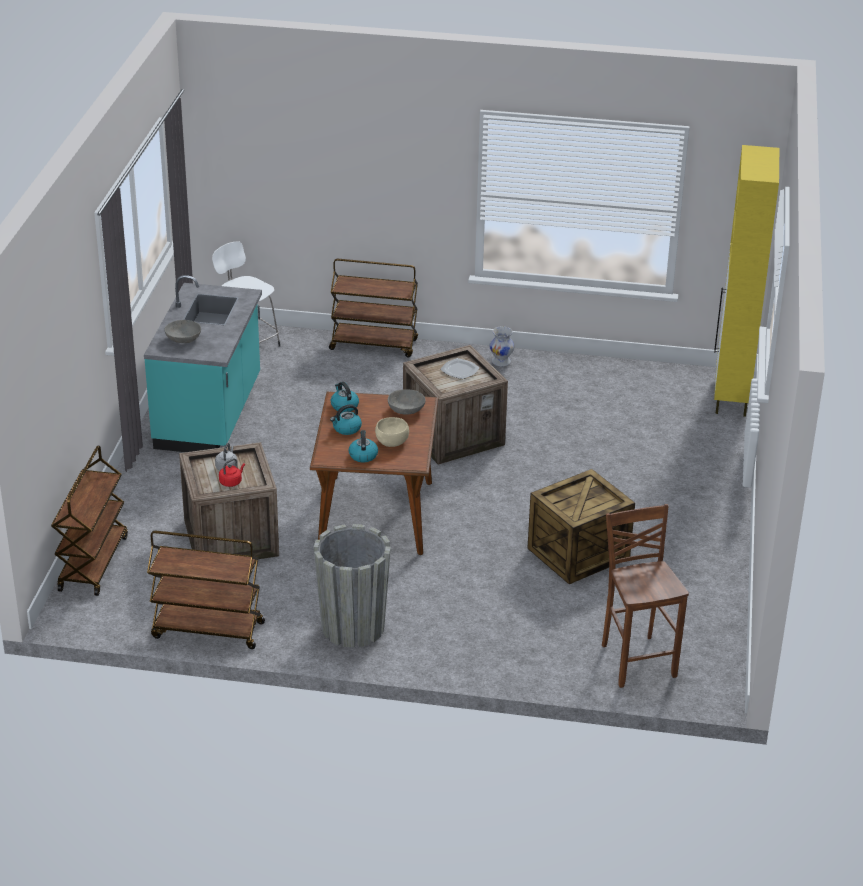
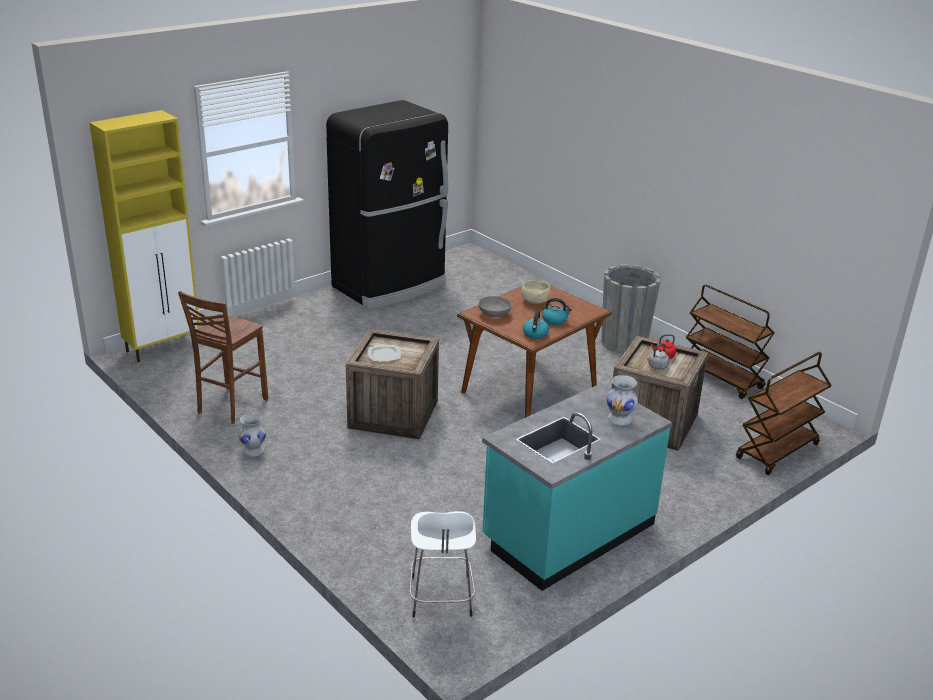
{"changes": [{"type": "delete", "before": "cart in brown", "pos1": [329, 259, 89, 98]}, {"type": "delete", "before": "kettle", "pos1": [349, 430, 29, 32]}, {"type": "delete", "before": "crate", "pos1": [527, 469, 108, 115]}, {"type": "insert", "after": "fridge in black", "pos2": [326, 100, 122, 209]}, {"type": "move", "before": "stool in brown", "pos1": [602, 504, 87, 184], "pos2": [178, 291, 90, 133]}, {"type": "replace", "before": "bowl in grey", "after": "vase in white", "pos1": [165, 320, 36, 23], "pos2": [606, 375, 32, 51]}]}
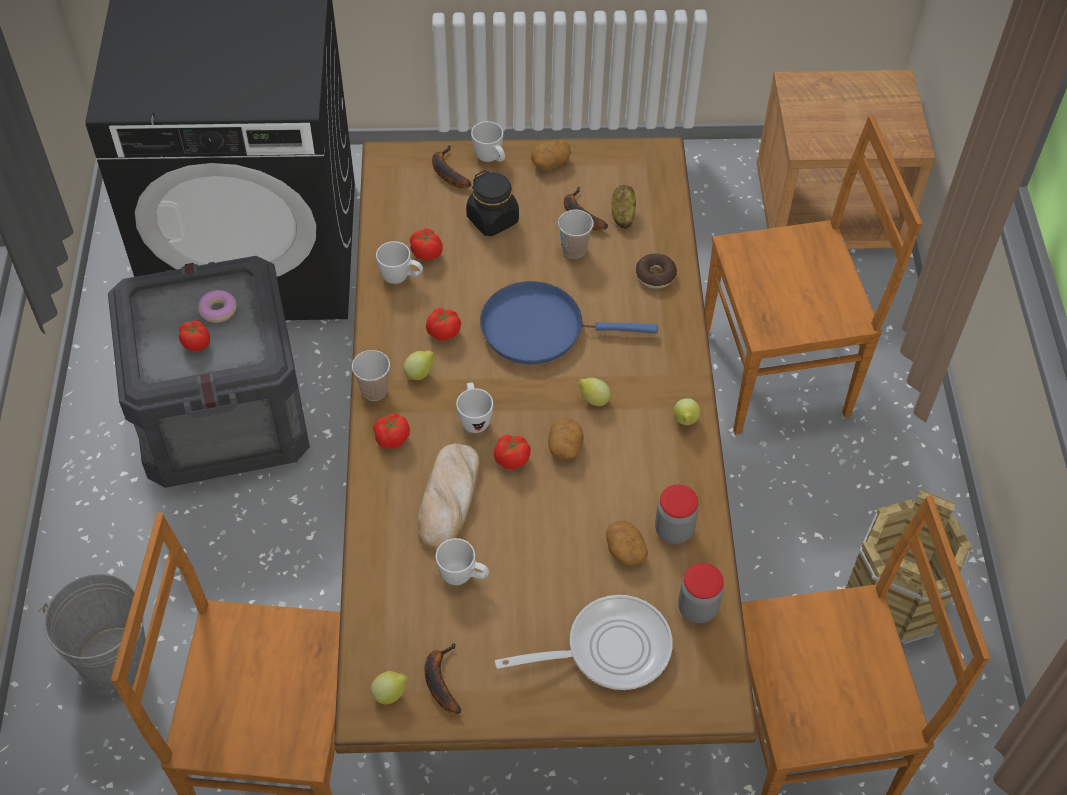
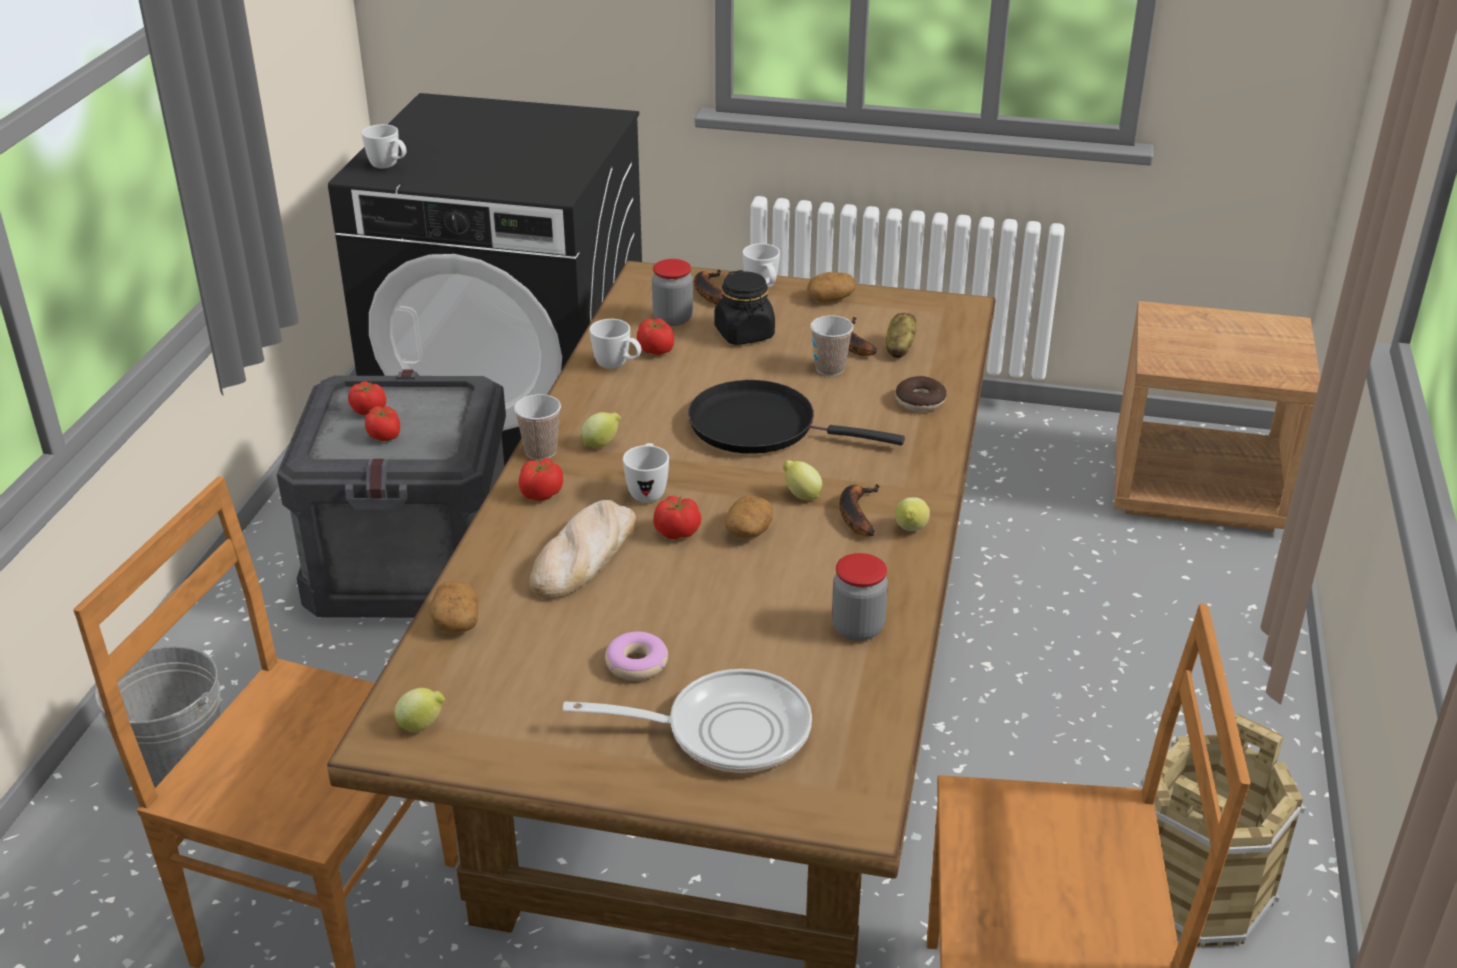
{"changes": [{"type": "delete", "before": "chair in brown", "pos1": [704, 114, 218, 320]}, {"type": "move", "before": "donut", "pos1": [198, 290, 39, 33], "pos2": [605, 632, 63, 49]}, {"type": "move", "before": "banana", "pos1": [424, 643, 38, 71], "pos2": [839, 484, 41, 52]}, {"type": "move", "before": "tomato", "pos1": [426, 308, 35, 33], "pos2": [348, 381, 38, 34]}, {"type": "move", "before": "mug in white", "pos1": [435, 538, 54, 47], "pos2": [361, 124, 45, 45]}, {"type": "move", "before": "potato", "pos1": [606, 521, 42, 45], "pos2": [429, 581, 49, 51]}, {"type": "move", "before": "jar", "pos1": [678, 563, 46, 61], "pos2": [652, 259, 41, 67]}, {"type": "recolor", "before": "frying pan in blue", "after": "frying pan in black", "pos1": [480, 281, 178, 83], "pos2": [688, 380, 217, 74]}]}
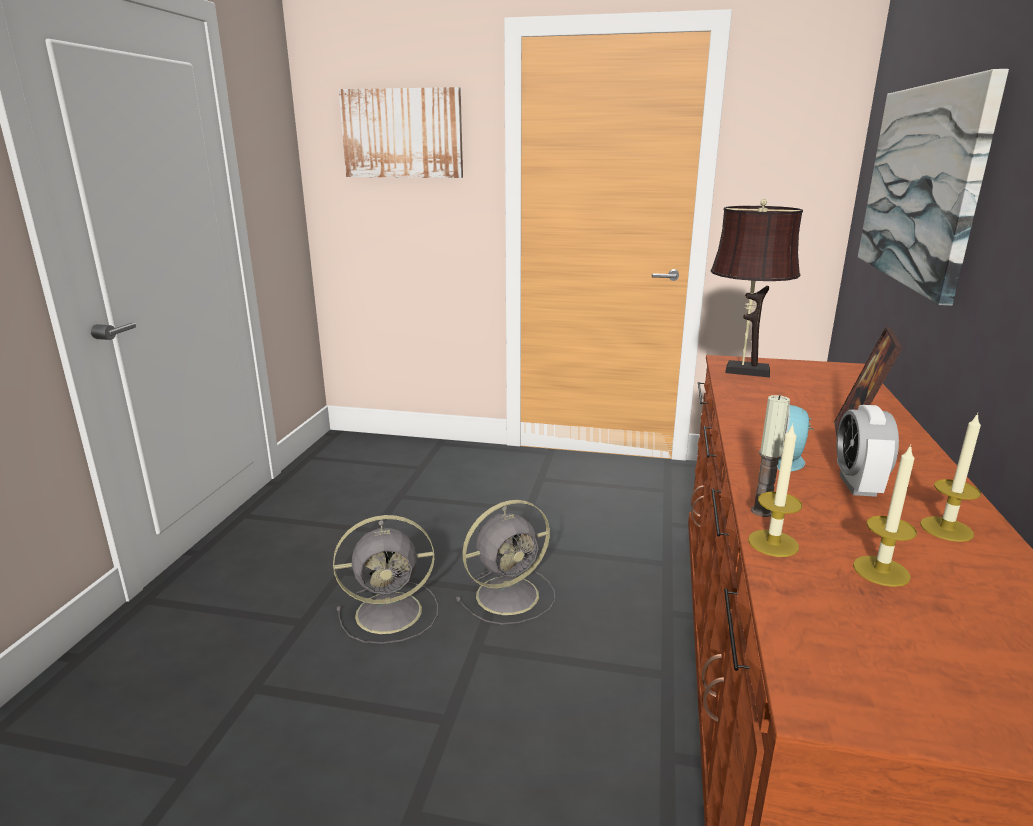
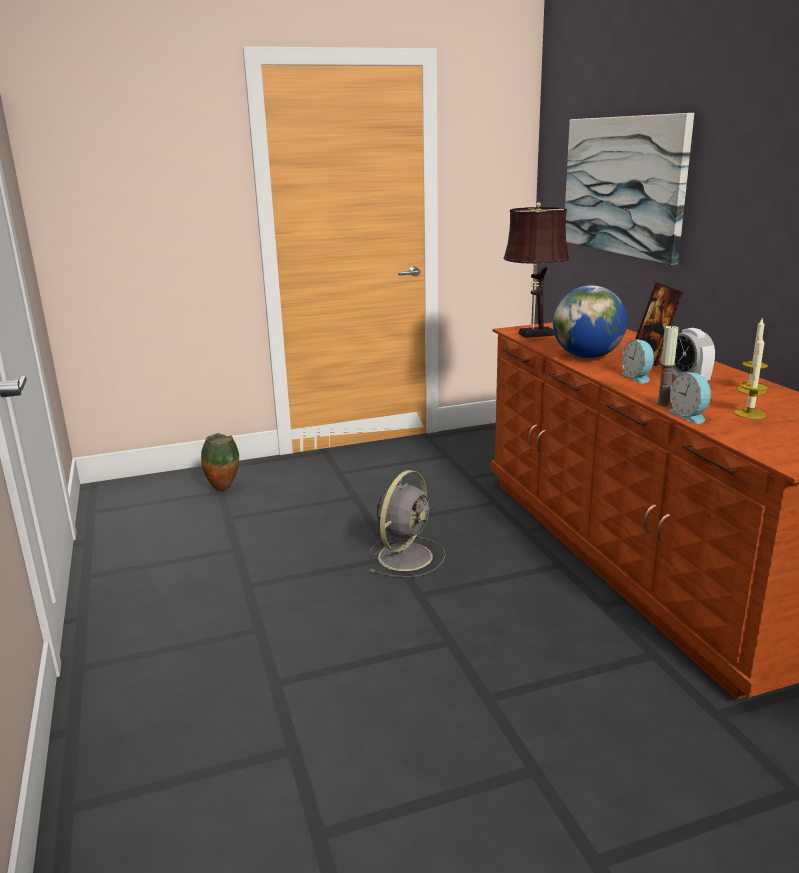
{"changes": [{"type": "delete", "before": "fan in grey", "pos1": [333, 515, 105, 129]}, {"type": "delete", "before": "picture", "pos1": [339, 87, 124, 91]}, {"type": "insert", "after": "vase", "pos2": [201, 433, 38, 58]}, {"type": "insert", "after": "globe", "pos2": [553, 285, 74, 74]}, {"type": "replace", "before": "candle", "after": "alarm clock", "pos1": [748, 424, 54, 133], "pos2": [668, 372, 43, 52]}]}
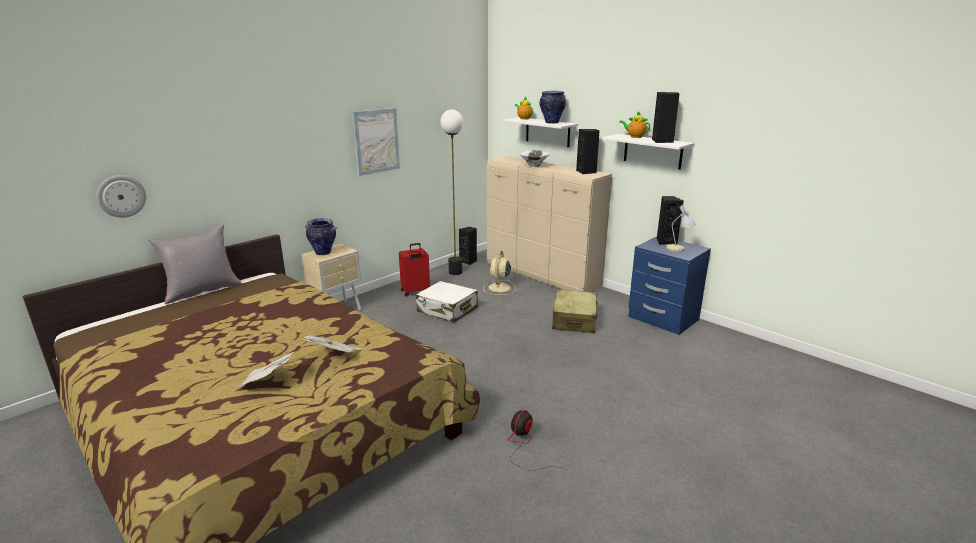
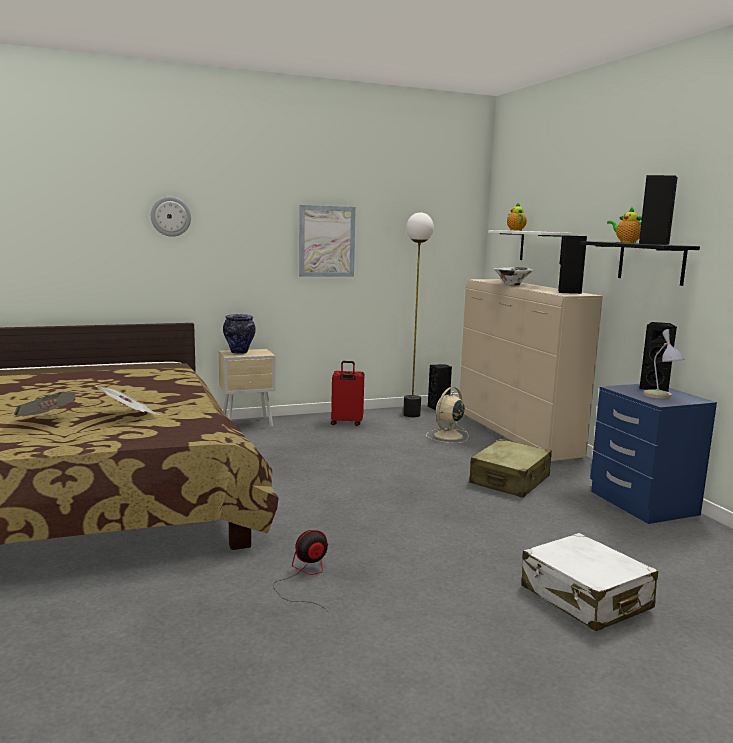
{"changes": [{"type": "delete", "before": "pillow in grey", "pos1": [148, 224, 94, 80]}, {"type": "delete", "before": "vase", "pos1": [540, 91, 26, 33]}, {"type": "move", "before": "wall clock", "pos1": [97, 175, 49, 43], "pos2": [151, 196, 40, 41]}, {"type": "move", "before": "suitcase in white", "pos1": [416, 281, 62, 41], "pos2": [521, 533, 137, 98]}, {"type": "recolor", "before": "shelf in white", "after": "shelf in black", "pos1": [602, 134, 92, 36], "pos2": [580, 241, 120, 45]}]}
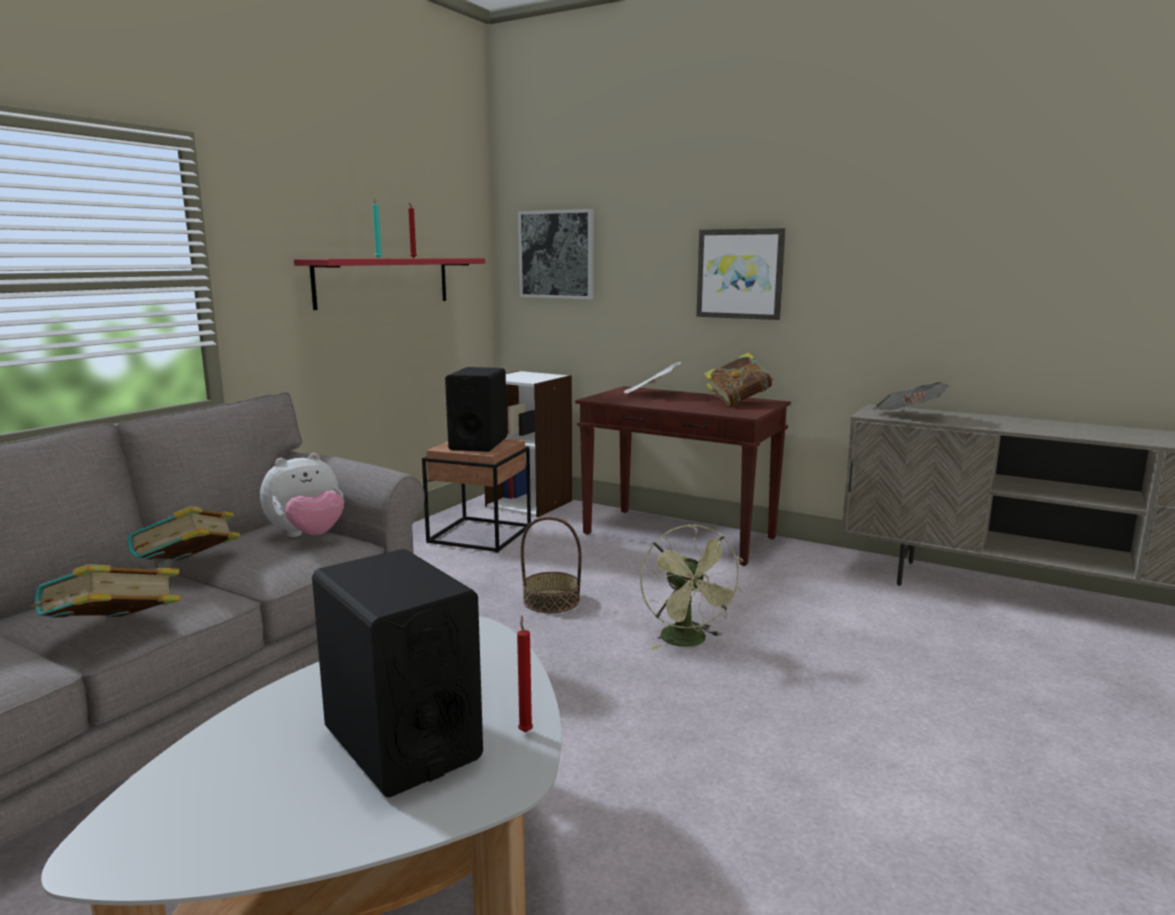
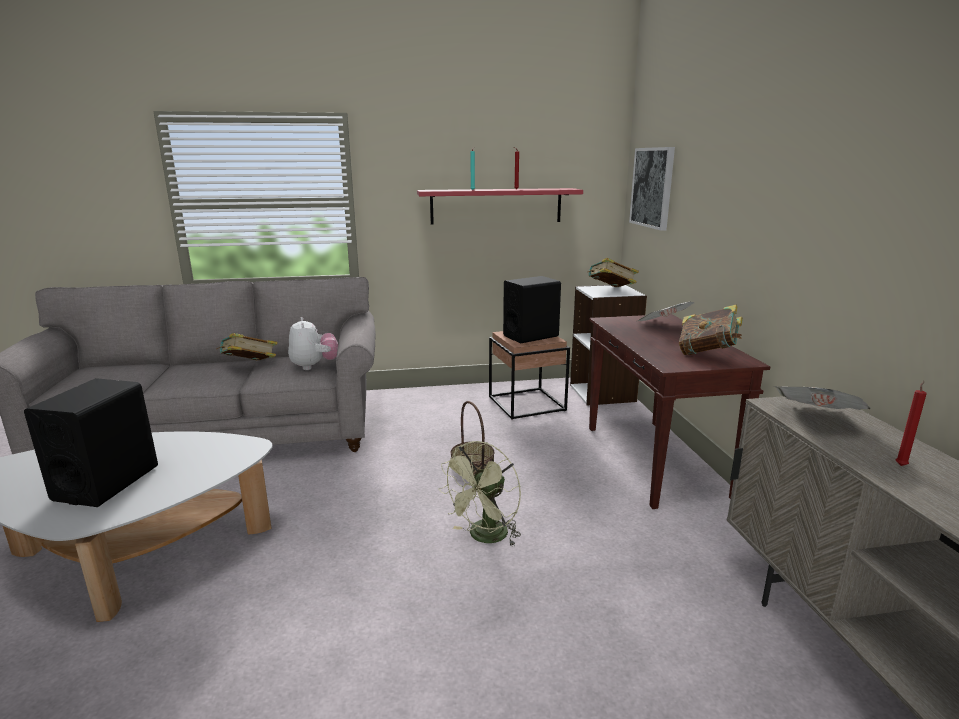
{"changes": [{"type": "delete", "before": "picture", "pos1": [696, 228, 89, 92]}, {"type": "move", "before": "book", "pos1": [31, 564, 150, 54], "pos2": [588, 258, 51, 29]}, {"type": "move", "before": "candle in red", "pos1": [517, 616, 16, 117], "pos2": [896, 380, 31, 86]}, {"type": "rotate", "before": "plush toy", "pos1": [260, 453, 84, 84], "pos2": [288, 317, 50, 53], "turn": -120}]}
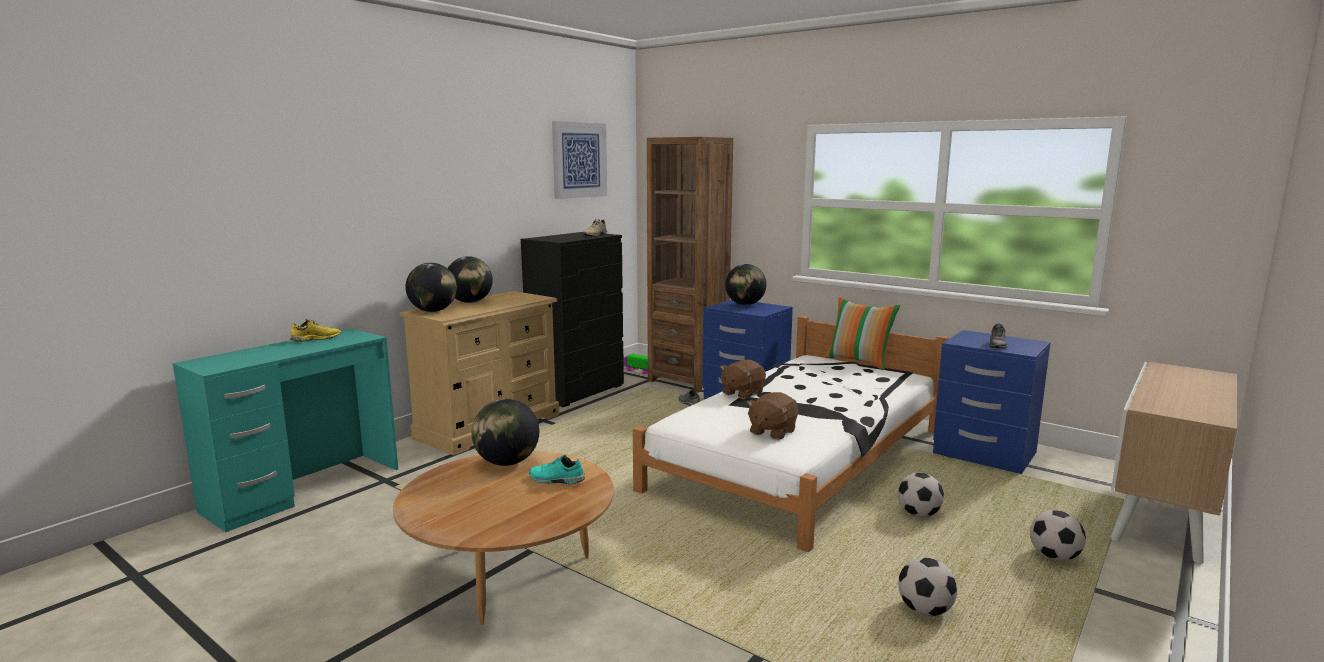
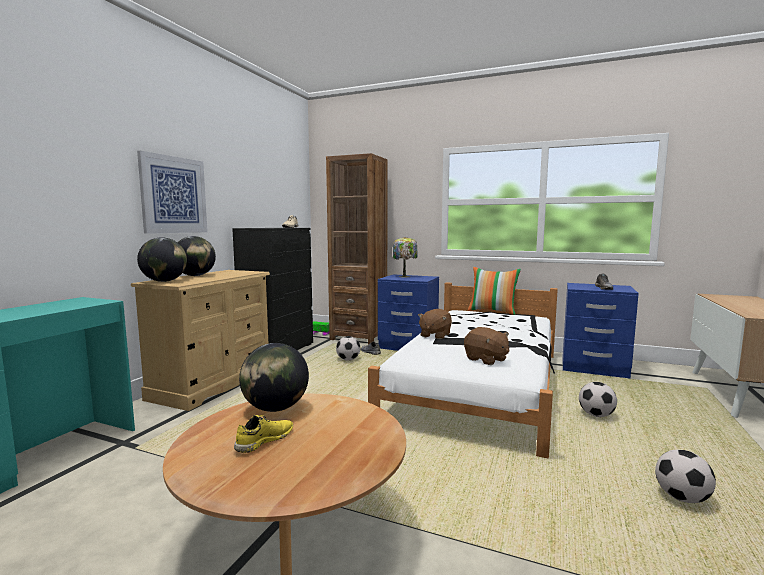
{"changes": [{"type": "delete", "before": "shoe in turquoise", "pos1": [529, 455, 56, 29]}, {"type": "move", "before": "shoe in yellow", "pos1": [290, 319, 51, 23], "pos2": [234, 415, 59, 38]}, {"type": "move", "before": "picture", "pos1": [552, 121, 55, 78], "pos2": [137, 151, 71, 83]}, {"type": "move", "before": "football", "pos1": [1030, 510, 56, 51], "pos2": [336, 336, 24, 25]}, {"type": "replace", "before": "globe", "after": "table lamp", "pos1": [725, 264, 42, 41], "pos2": [393, 237, 25, 40]}, {"type": "rotate", "before": "plush toy in brown", "pos1": [747, 392, 51, 48], "pos2": [464, 327, 45, 38], "turn": -60}]}
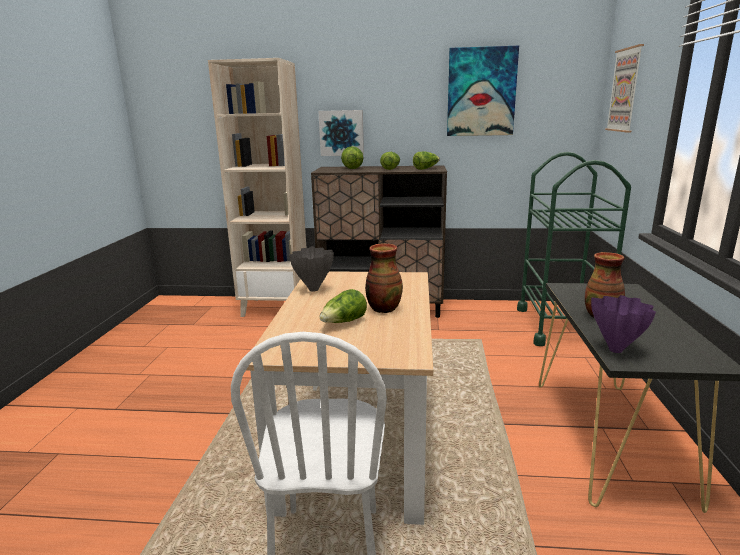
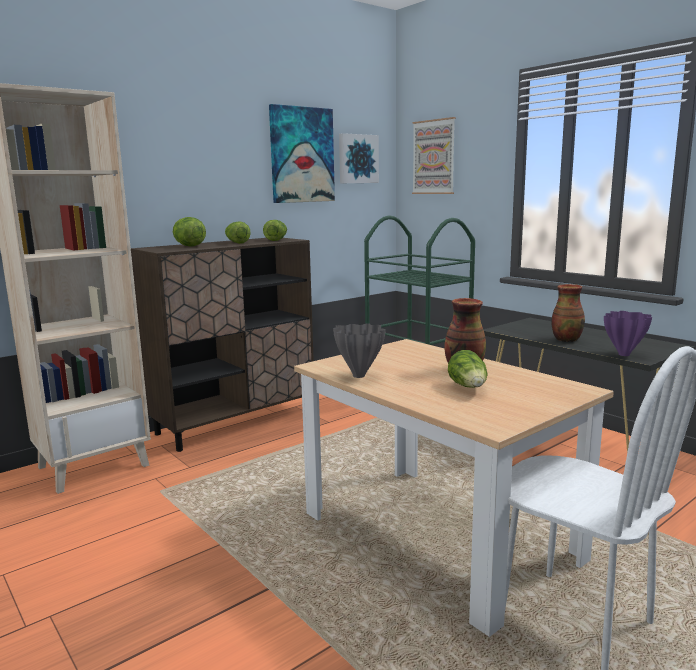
{"changes": [{"type": "move", "before": "picture", "pos1": [318, 110, 46, 46], "pos2": [339, 133, 40, 50]}]}
